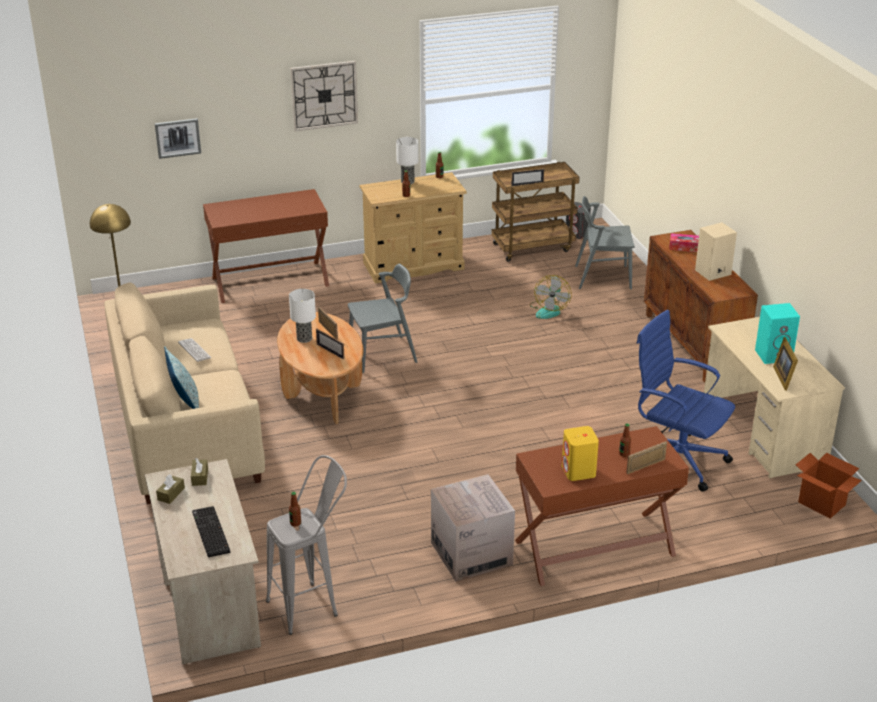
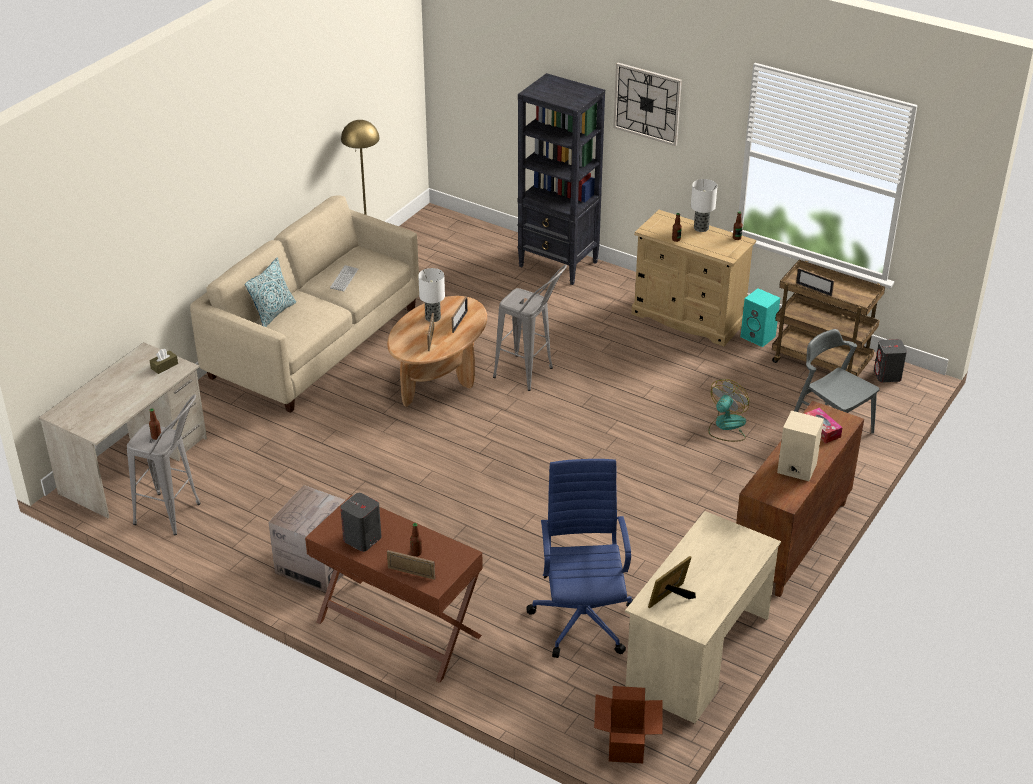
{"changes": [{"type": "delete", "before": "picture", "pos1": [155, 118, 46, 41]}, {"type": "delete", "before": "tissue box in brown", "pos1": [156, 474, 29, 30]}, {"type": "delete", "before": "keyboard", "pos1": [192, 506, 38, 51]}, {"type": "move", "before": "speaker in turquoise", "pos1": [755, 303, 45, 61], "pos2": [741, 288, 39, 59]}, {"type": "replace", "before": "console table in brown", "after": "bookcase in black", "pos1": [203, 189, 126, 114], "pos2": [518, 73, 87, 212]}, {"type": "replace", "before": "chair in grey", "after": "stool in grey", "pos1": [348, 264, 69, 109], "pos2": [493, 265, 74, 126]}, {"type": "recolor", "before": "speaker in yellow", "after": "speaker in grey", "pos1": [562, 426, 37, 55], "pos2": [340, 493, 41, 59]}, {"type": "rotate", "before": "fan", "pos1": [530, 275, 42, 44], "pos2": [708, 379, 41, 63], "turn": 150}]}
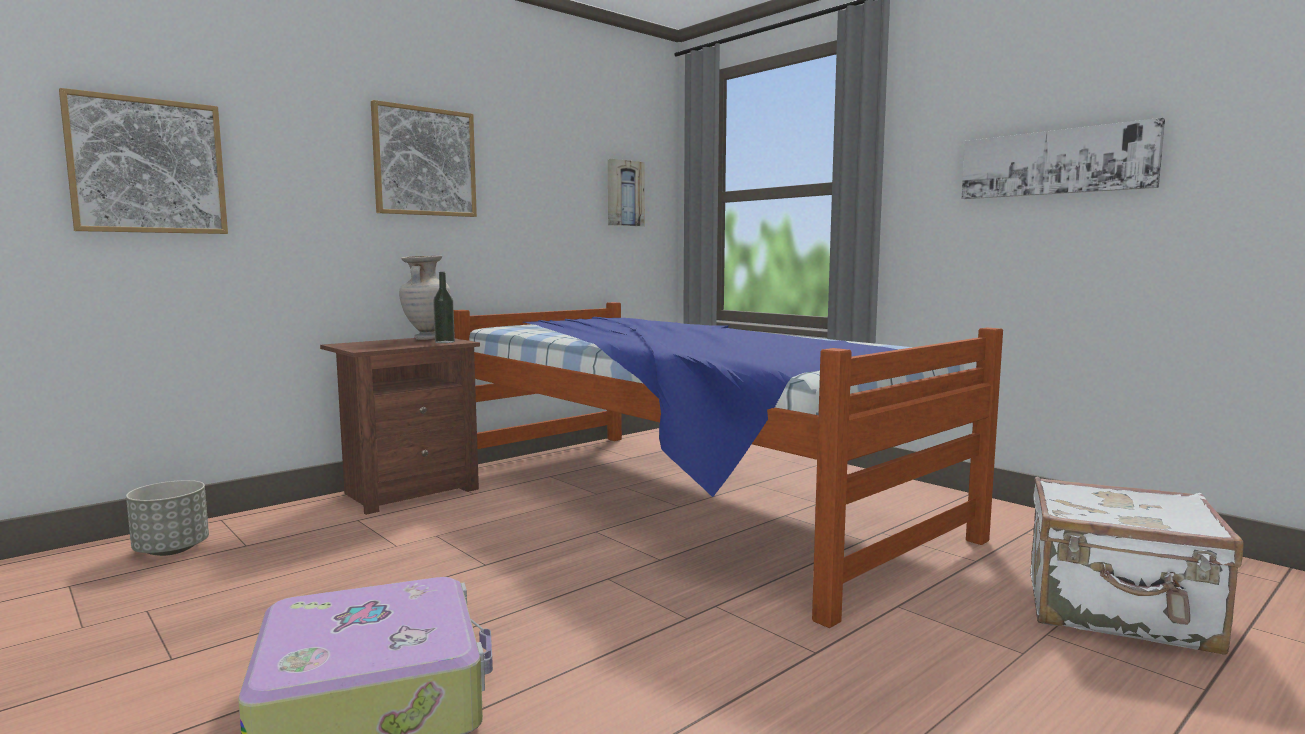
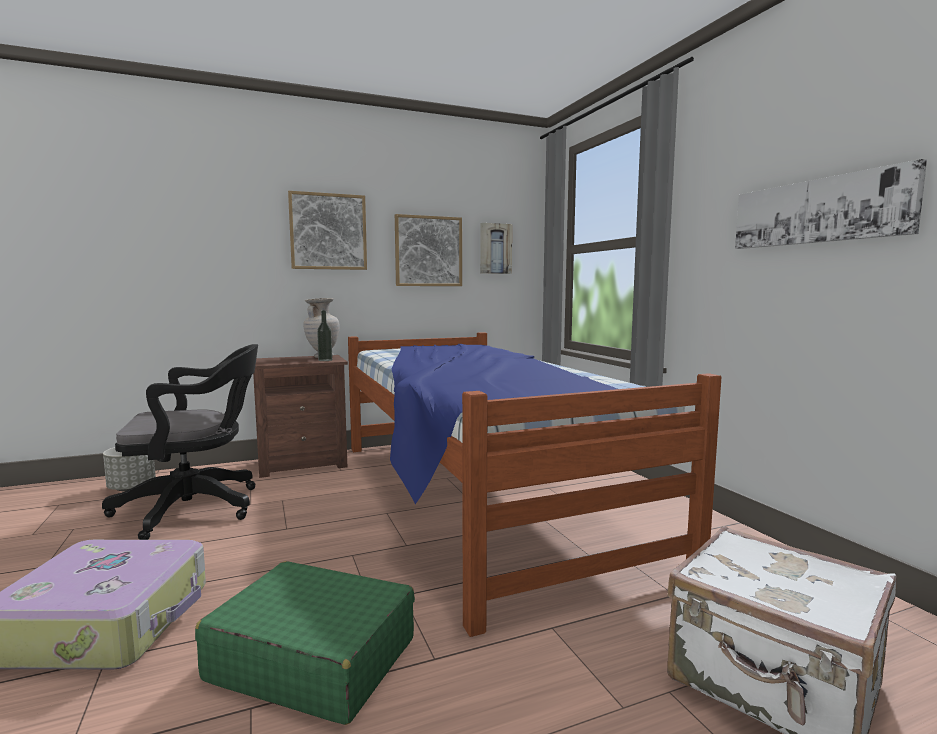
{"changes": [{"type": "insert", "after": "office chair in black", "pos2": [102, 344, 156, 196]}, {"type": "insert", "after": "suitcase in green", "pos2": [195, 561, 220, 164]}, {"type": "move", "before": "picture", "pos1": [59, 88, 169, 146], "pos2": [395, 214, 67, 72]}]}
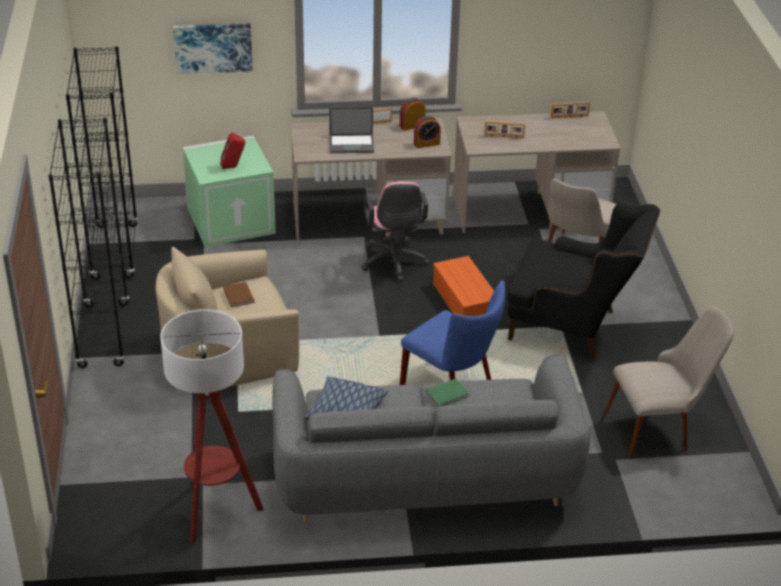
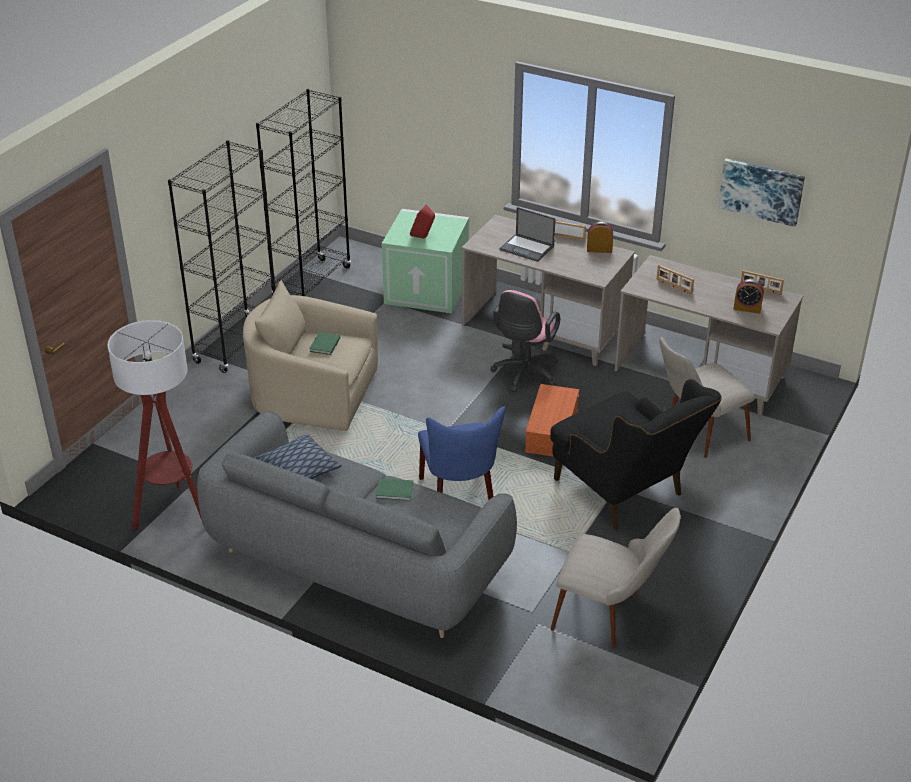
{"changes": [{"type": "move", "before": "picture", "pos1": [173, 23, 80, 51], "pos2": [718, 159, 87, 68]}, {"type": "move", "before": "alarm clock", "pos1": [414, 116, 27, 32], "pos2": [733, 279, 31, 35]}, {"type": "recolor", "before": "book in brown", "after": "book in green", "pos1": [223, 282, 31, 25], "pos2": [309, 332, 31, 23]}]}
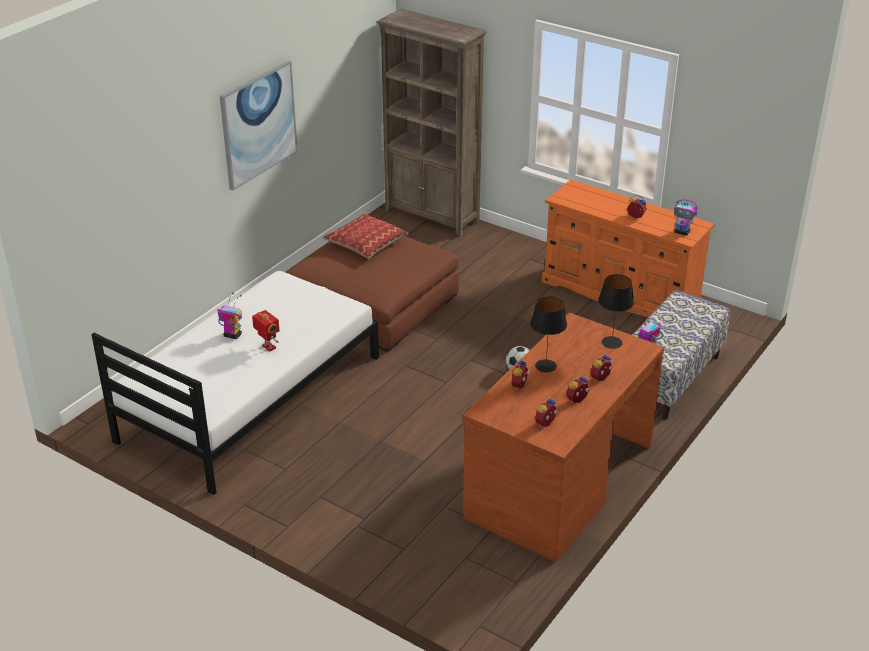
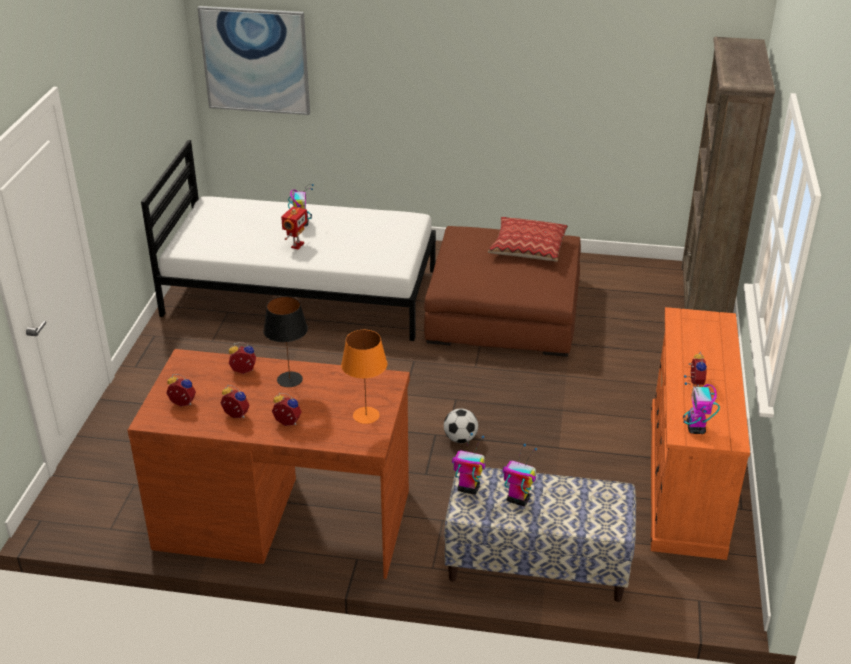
{"changes": [{"type": "insert", "after": "toy robot", "pos2": [503, 444, 34, 63]}, {"type": "move", "before": "picture", "pos1": [220, 61, 78, 130], "pos2": [197, 6, 113, 109]}, {"type": "recolor", "before": "table lamp in black", "after": "table lamp in orange", "pos1": [598, 274, 36, 75], "pos2": [341, 330, 46, 94]}]}
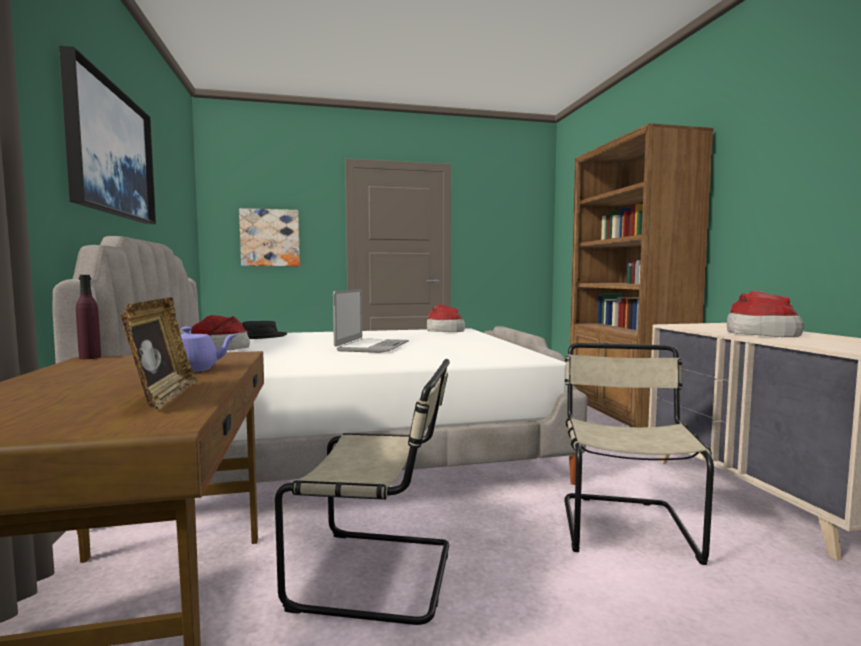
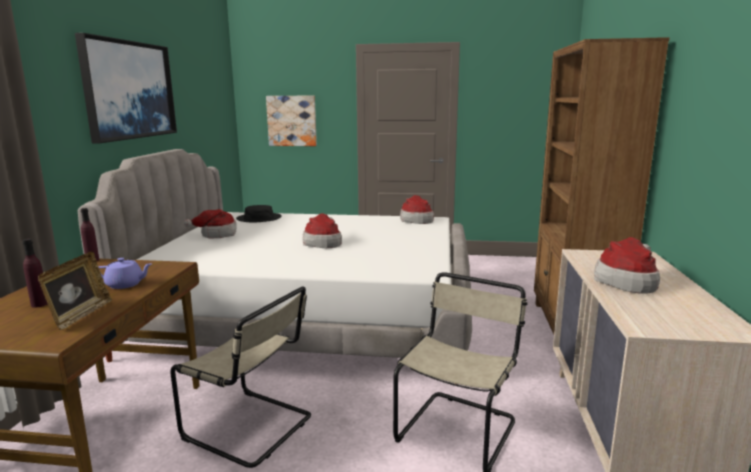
{"changes": [{"type": "insert", "after": "bottle in purple", "pos2": [22, 239, 25, 69]}, {"type": "replace", "before": "laptop", "after": "hat", "pos1": [333, 289, 76, 64], "pos2": [303, 213, 39, 35]}]}
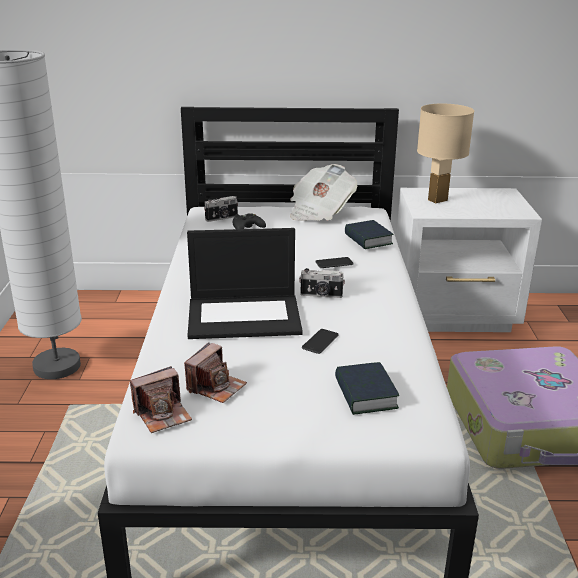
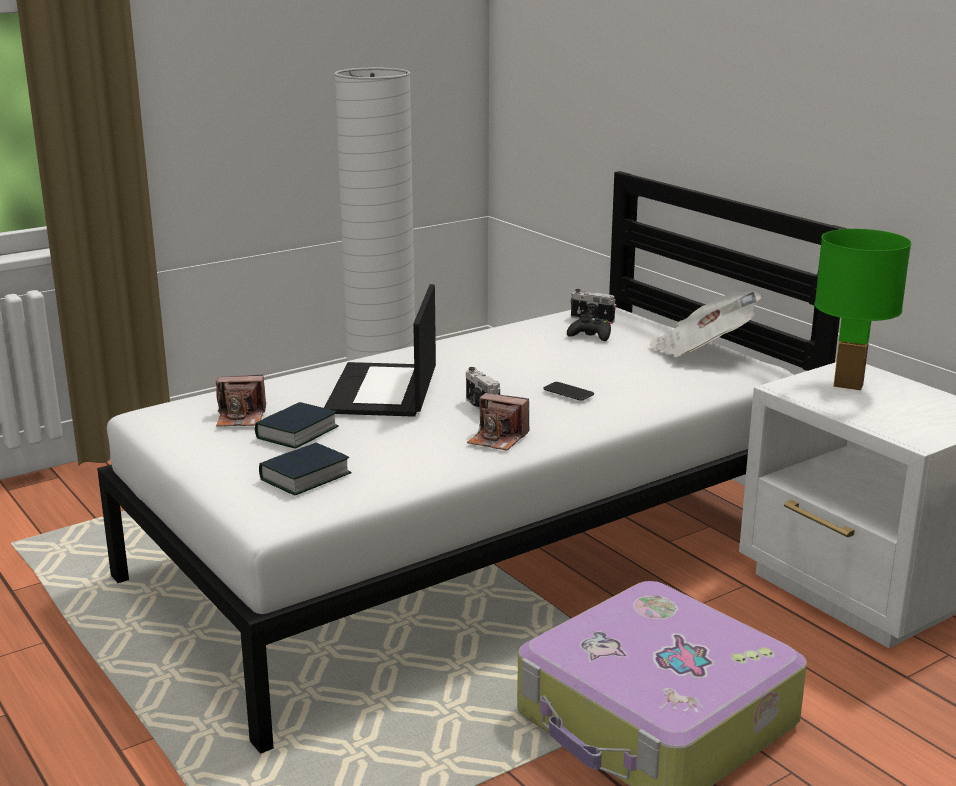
{"changes": [{"type": "delete", "before": "phone", "pos1": [302, 329, 37, 25]}, {"type": "move", "before": "photo camera", "pos1": [130, 366, 62, 67], "pos2": [467, 393, 62, 58]}, {"type": "move", "before": "book", "pos1": [345, 220, 48, 29], "pos2": [255, 402, 84, 46]}, {"type": "recolor", "before": "table lamp in beige", "after": "table lamp in green", "pos1": [417, 104, 57, 99], "pos2": [815, 229, 96, 161]}, {"type": "rotate", "before": "laptop", "pos1": [187, 228, 116, 111], "pos2": [324, 284, 112, 133], "turn": 45}]}
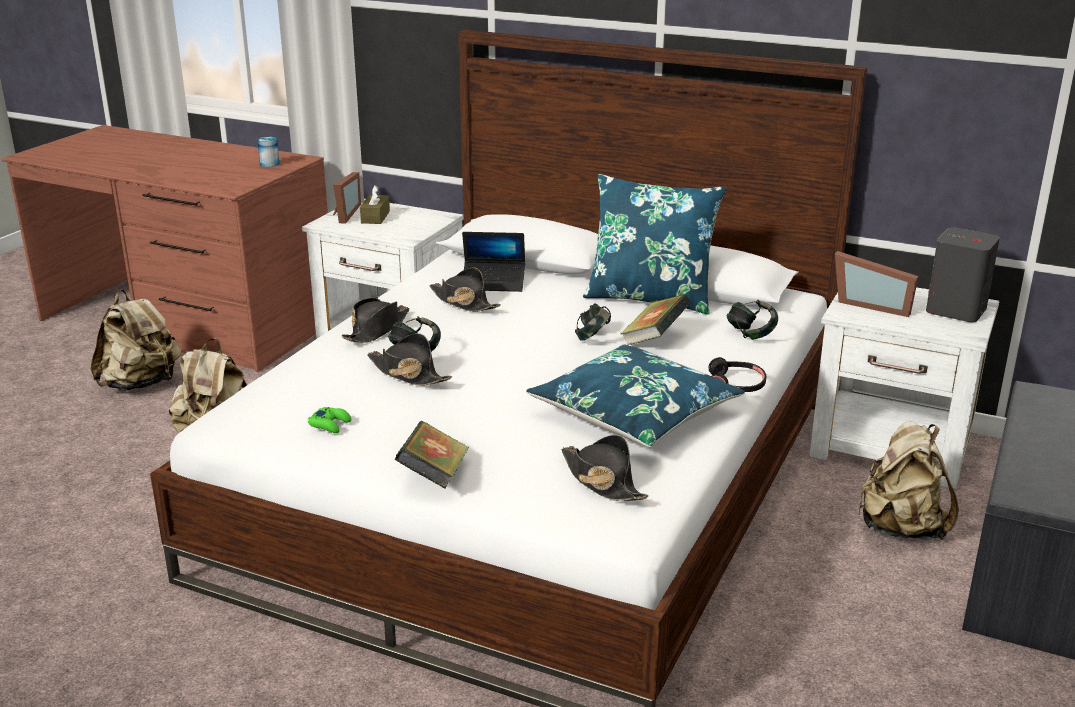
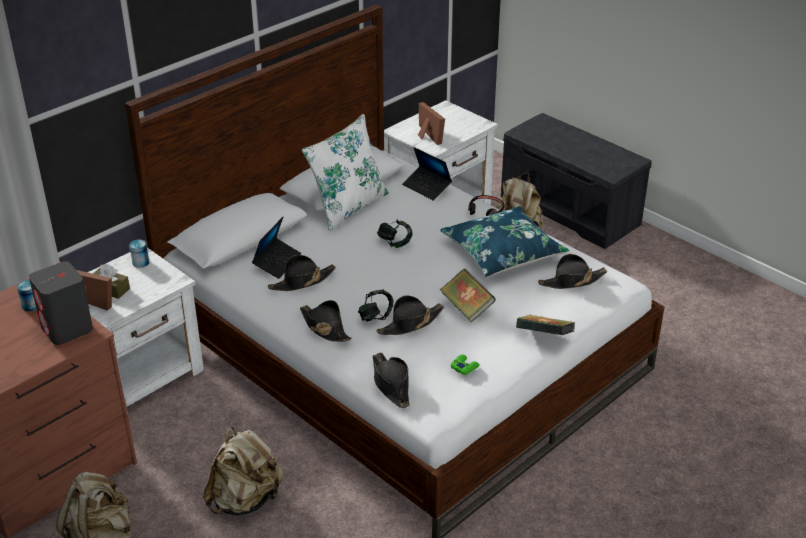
{"changes": [{"type": "insert", "after": "can", "pos2": [129, 240, 20, 28]}, {"type": "insert", "after": "hat in black", "pos2": [373, 353, 37, 55]}, {"type": "move", "before": "book", "pos1": [621, 294, 70, 51], "pos2": [440, 269, 56, 54]}, {"type": "move", "before": "speaker in grey", "pos1": [926, 227, 74, 95], "pos2": [29, 261, 64, 84]}, {"type": "replace", "before": "headphones", "after": "laptop", "pos1": [726, 300, 52, 40], "pos2": [402, 147, 50, 54]}, {"type": "recolor", "before": "pillow in blue", "after": "pillow in white", "pos1": [583, 174, 144, 141], "pos2": [302, 114, 87, 118]}, {"type": "rotate", "before": "picture frame", "pos1": [835, 251, 84, 66], "pos2": [418, 102, 27, 43], "turn": -75}]}
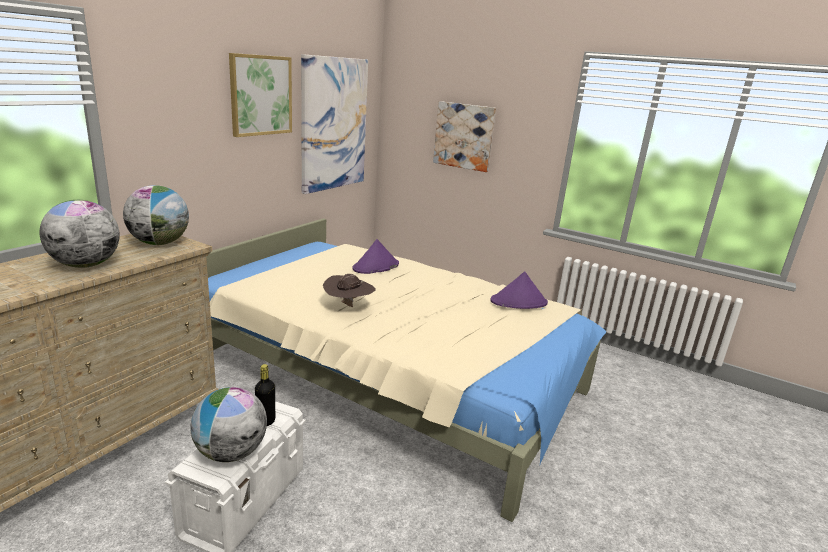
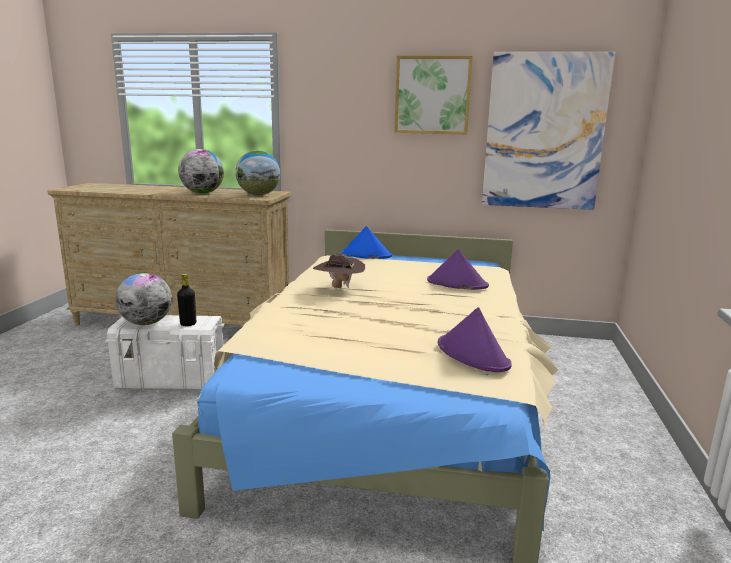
{"changes": [{"type": "delete", "before": "picture", "pos1": [433, 101, 63, 71]}, {"type": "insert", "after": "hat in blue", "pos2": [342, 226, 51, 33]}]}
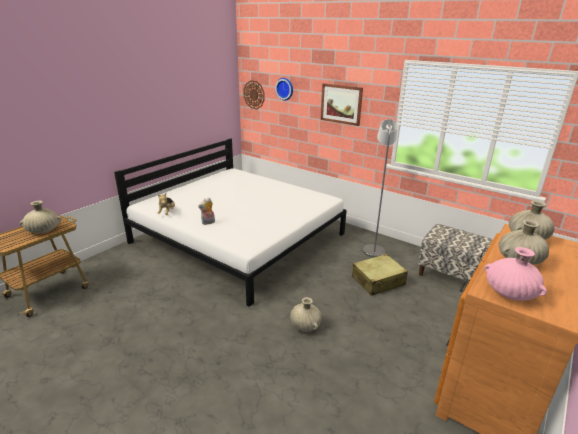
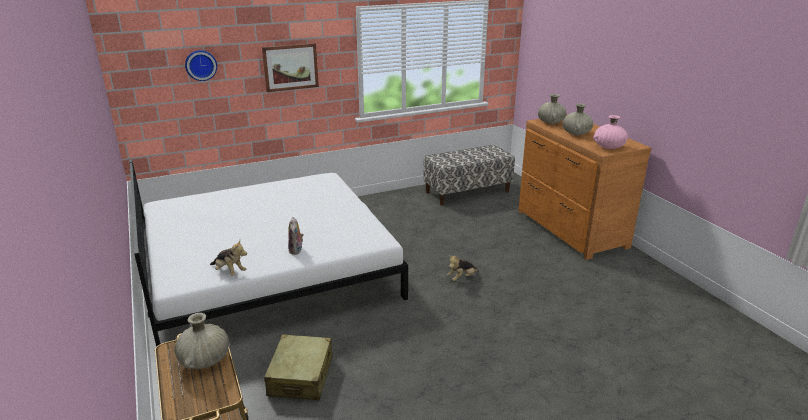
{"changes": [{"type": "delete", "before": "wall clock", "pos1": [243, 80, 22, 29]}, {"type": "delete", "before": "floor lamp in grey", "pos1": [363, 119, 35, 138]}, {"type": "move", "before": "suitcase in beige", "pos1": [352, 254, 56, 42], "pos2": [264, 334, 69, 66]}, {"type": "replace", "before": "vase in beige", "after": "plush toy", "pos1": [290, 297, 32, 35], "pos2": [447, 256, 31, 25]}]}
